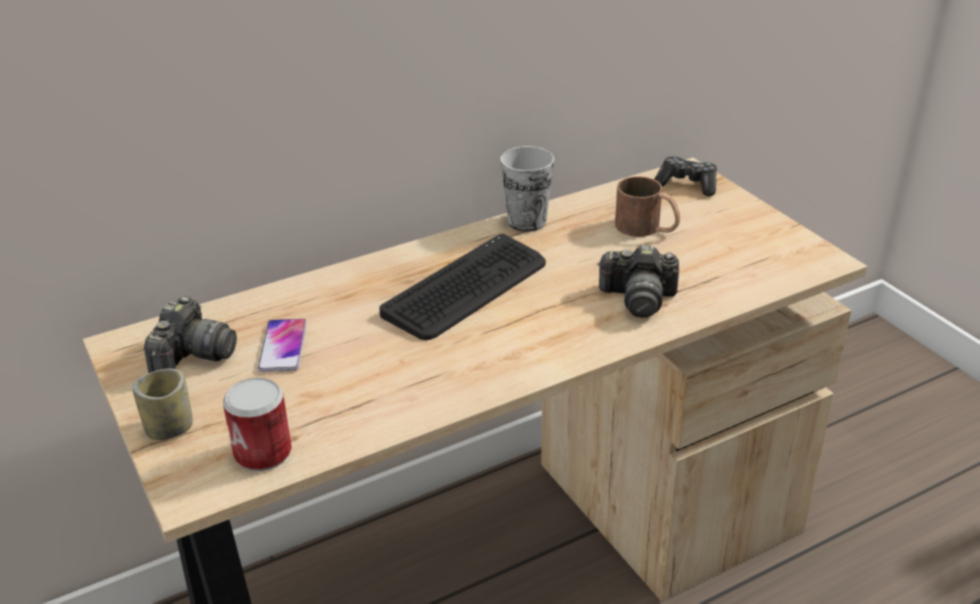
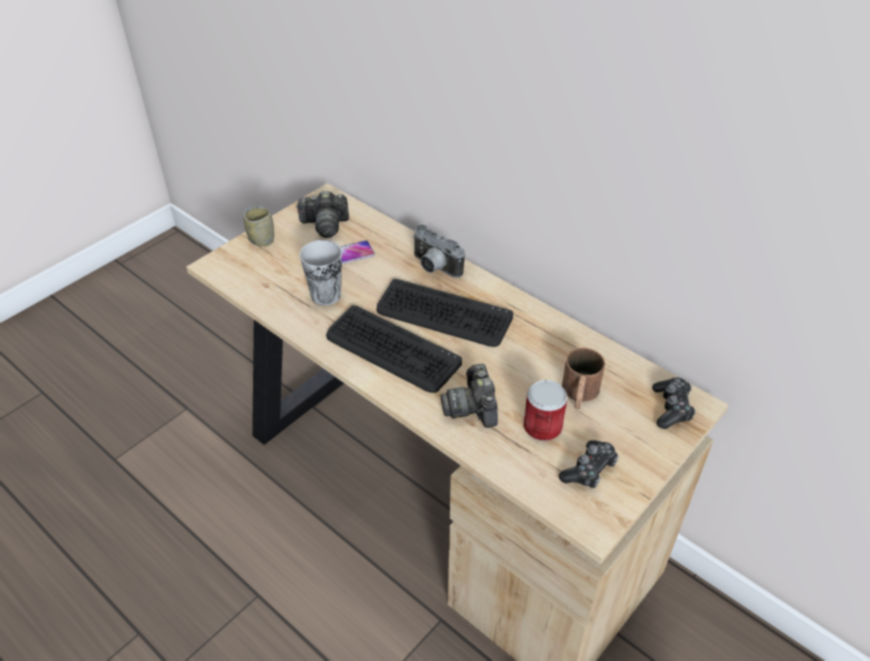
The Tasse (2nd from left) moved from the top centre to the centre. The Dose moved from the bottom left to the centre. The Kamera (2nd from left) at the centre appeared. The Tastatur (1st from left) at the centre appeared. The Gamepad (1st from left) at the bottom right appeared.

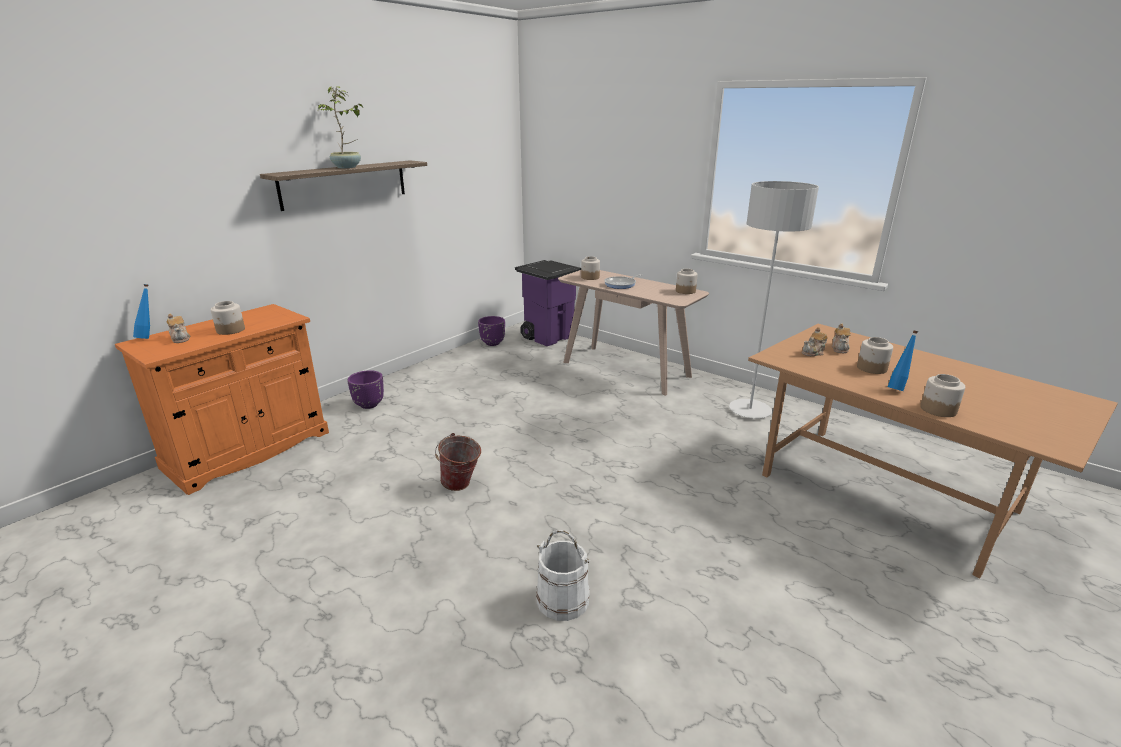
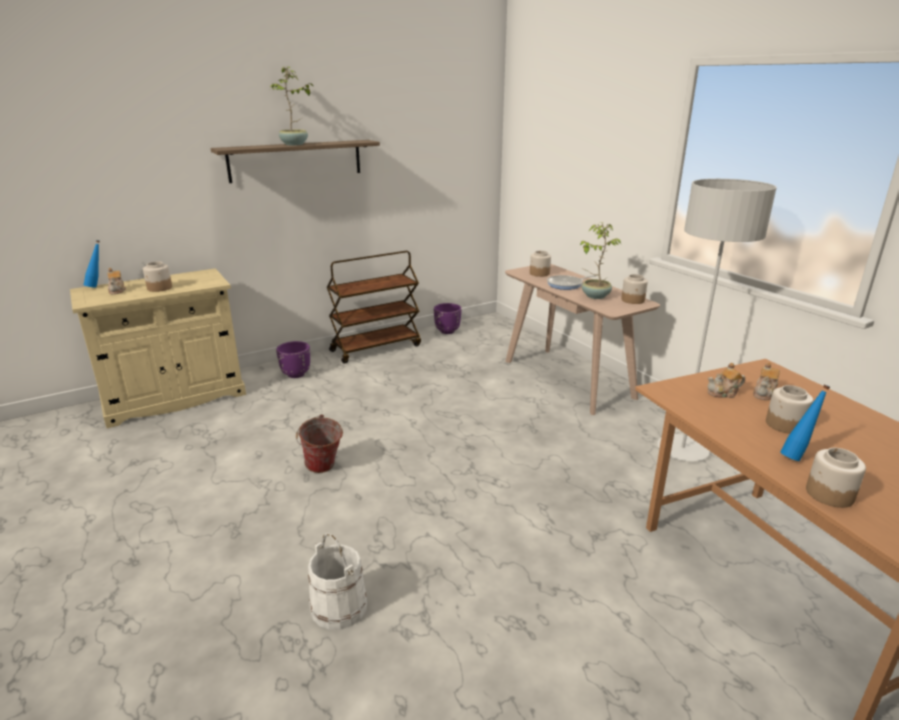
The Mülleimer [lila] at the centre disappeared. The Schrank [orange] at the middle left became the Schrank [beige] at the middle left. The Topfpflanze (2nd from left) at the middle right appeared. The Rollwagen [braun] at the centre appeared.

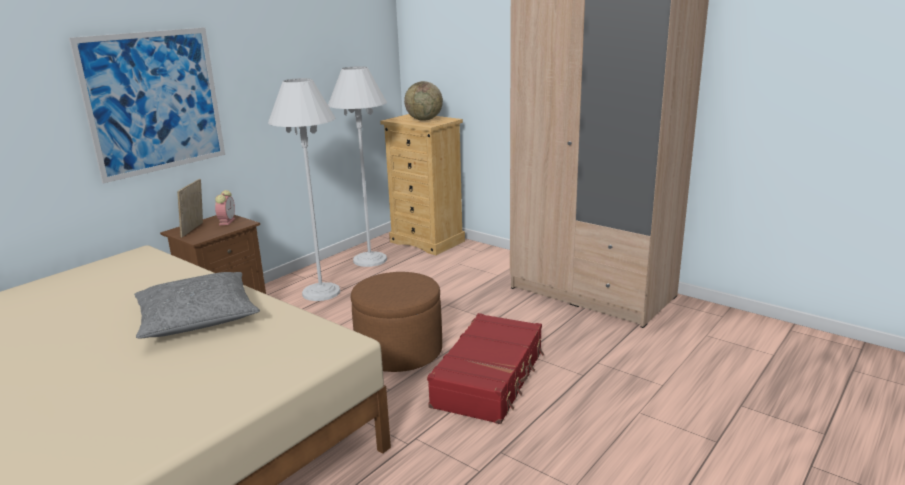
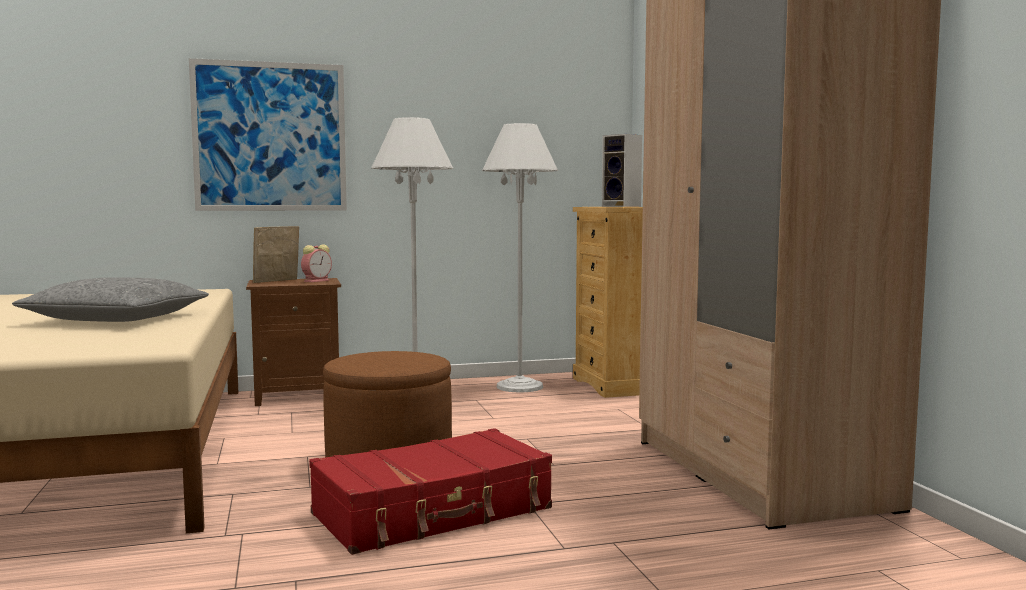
The Globus at the top centre was replaced by the Lautsprecher at the top centre.

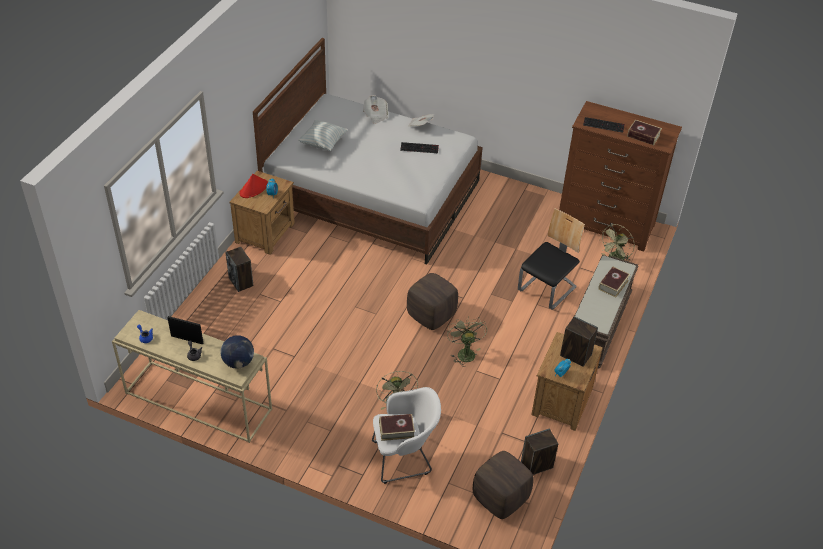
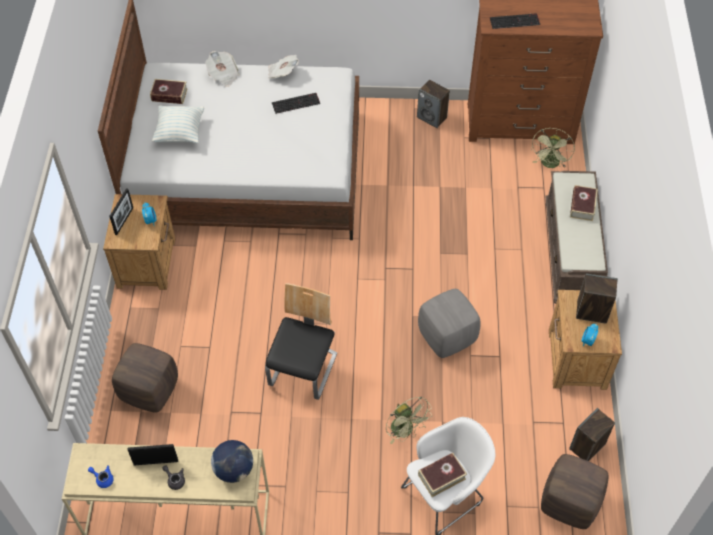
The Buch (3rd from left in the first image) moved from the top right to the top left. The Hut [rot] at the middle left was replaced by the Bilderrahmen (1st from left) at the middle left. The Stuhl moved from the middle right to the centre. The Lautsprecher (1st from left) moved from the middle left to the top centre. The Polsterhocker [braun] (1st from left) moved from the centre to the bottom left. The Ventilator [grün] (2nd from left) at the centre was replaced by the Polsterhocker [grau] at the centre.

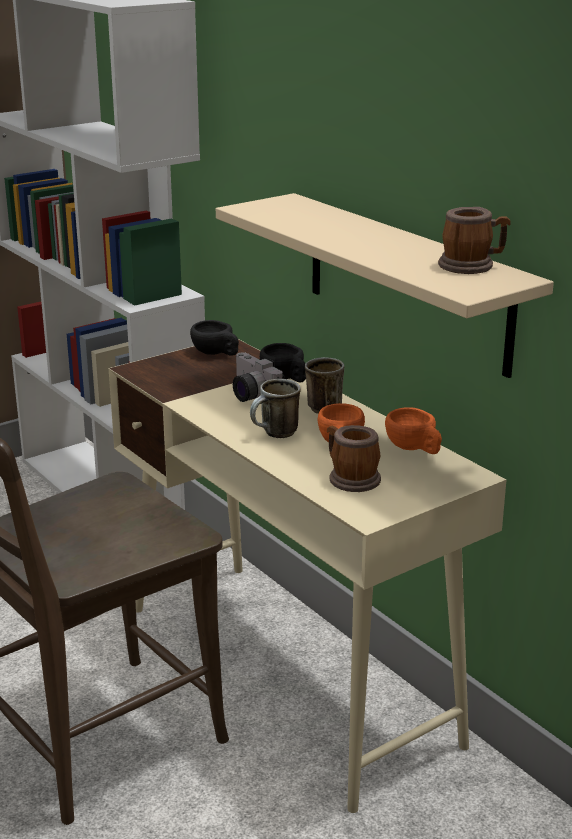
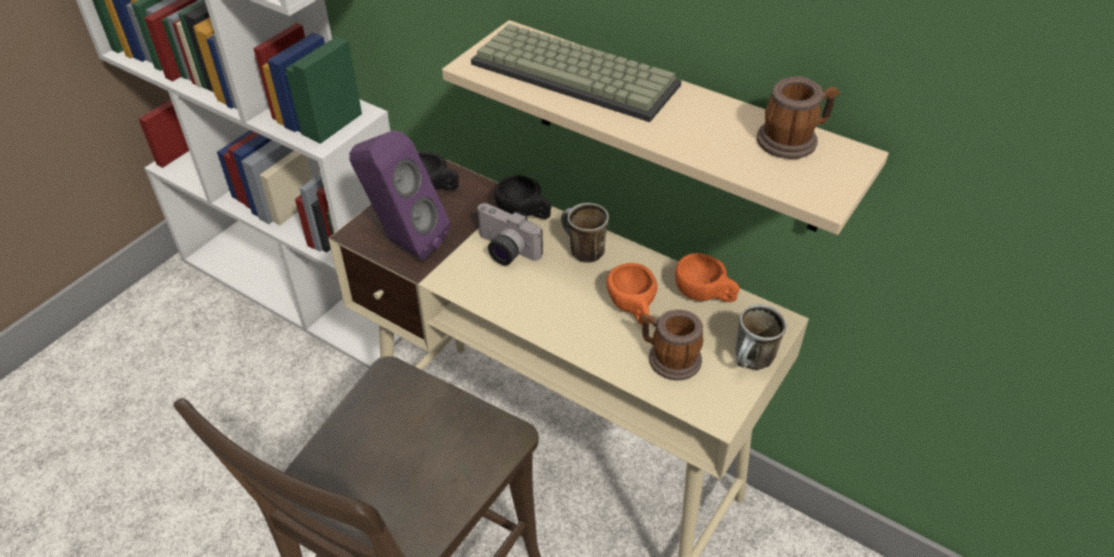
The Henkelbecher (1st from left in the first image) moved from the centre to the middle right. The Tastatur at the top centre appeared. The Lautsprecher [lila] at the centre appeared.

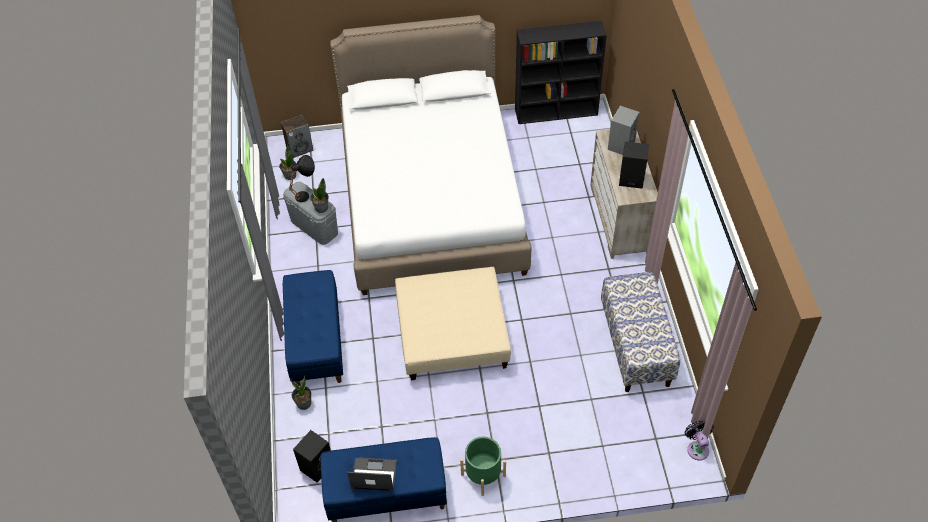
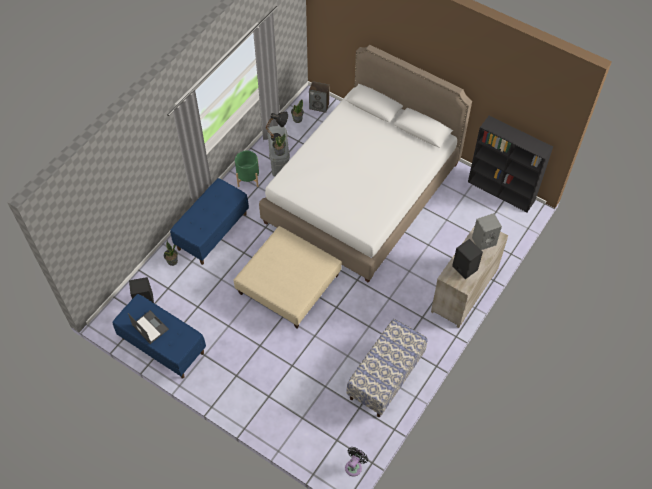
The Pflanzkübel [grün] moved from the bottom centre to the centre.

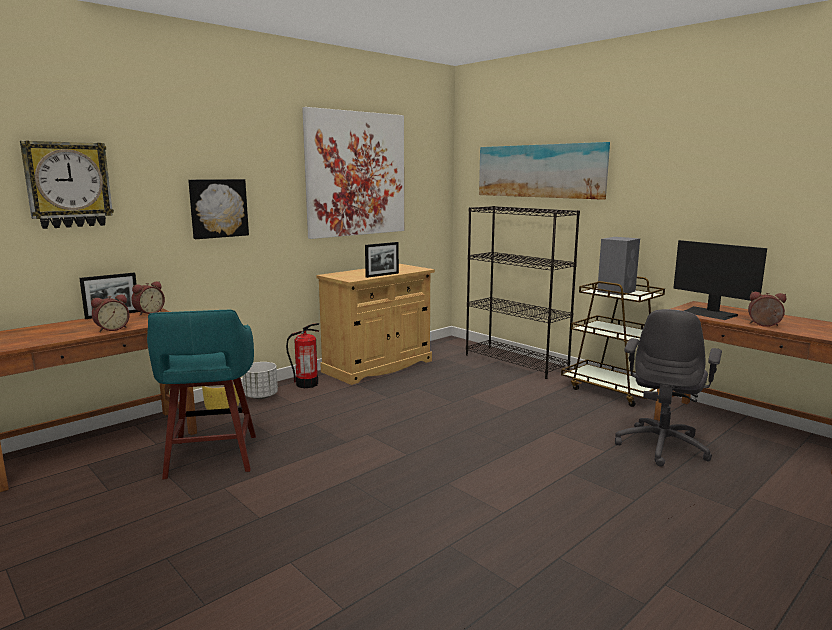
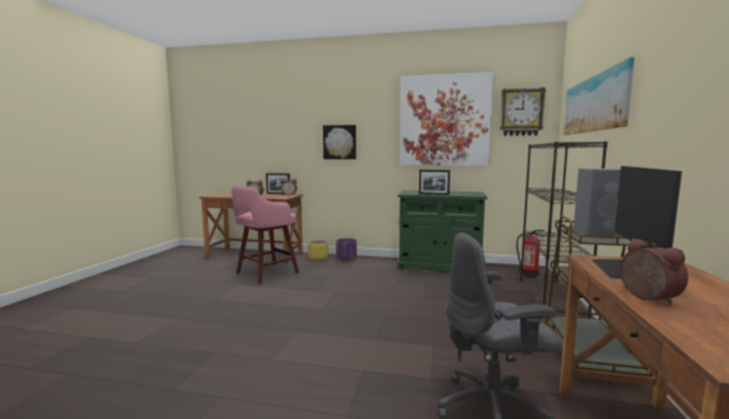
The Wanduhr moved from the top left to the top right. The Schrank [beige] at the centre became the Schrank [grün] at the centre. The Hocker [türkis] at the middle left became the Hocker [rosa] at the centre. The Feuerlöscher moved from the centre to the middle right. The Pflanzkübel [weiß] at the middle left became the Pflanzkübel [lila] at the centre.

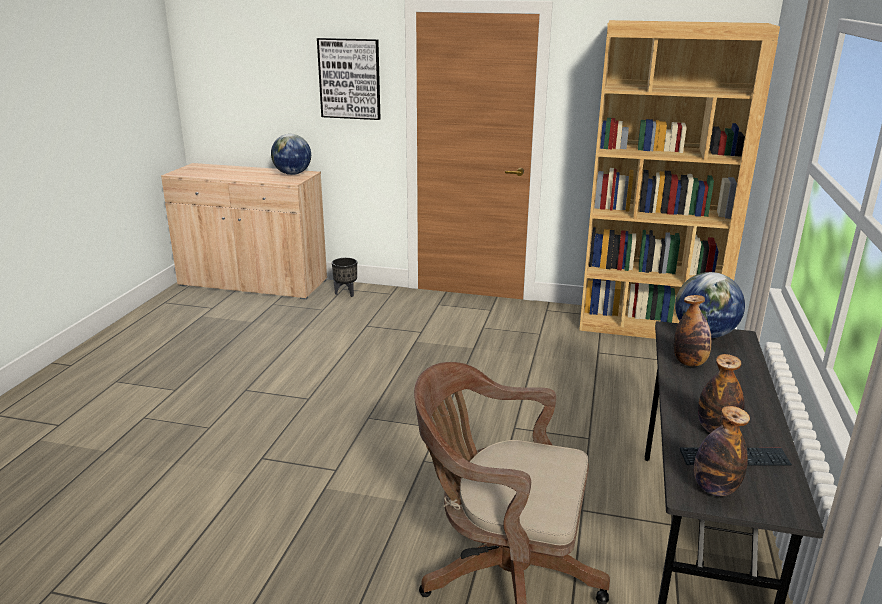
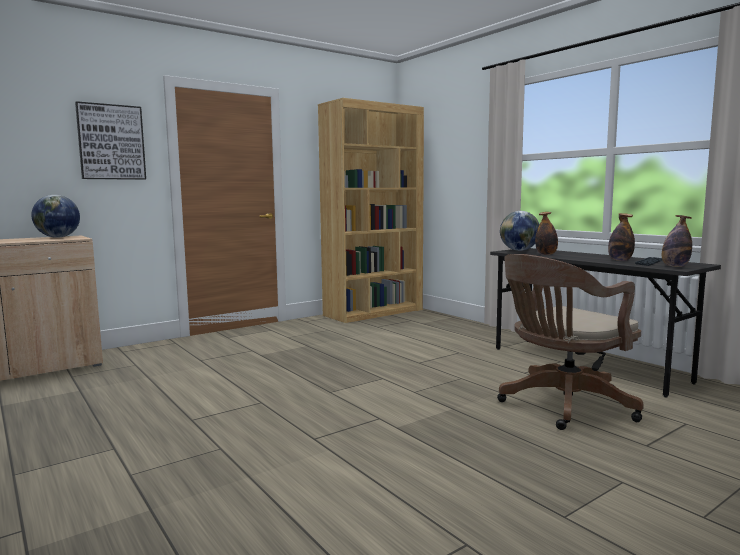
The Pflanzkübel [schwarz] at the centre disappeared.

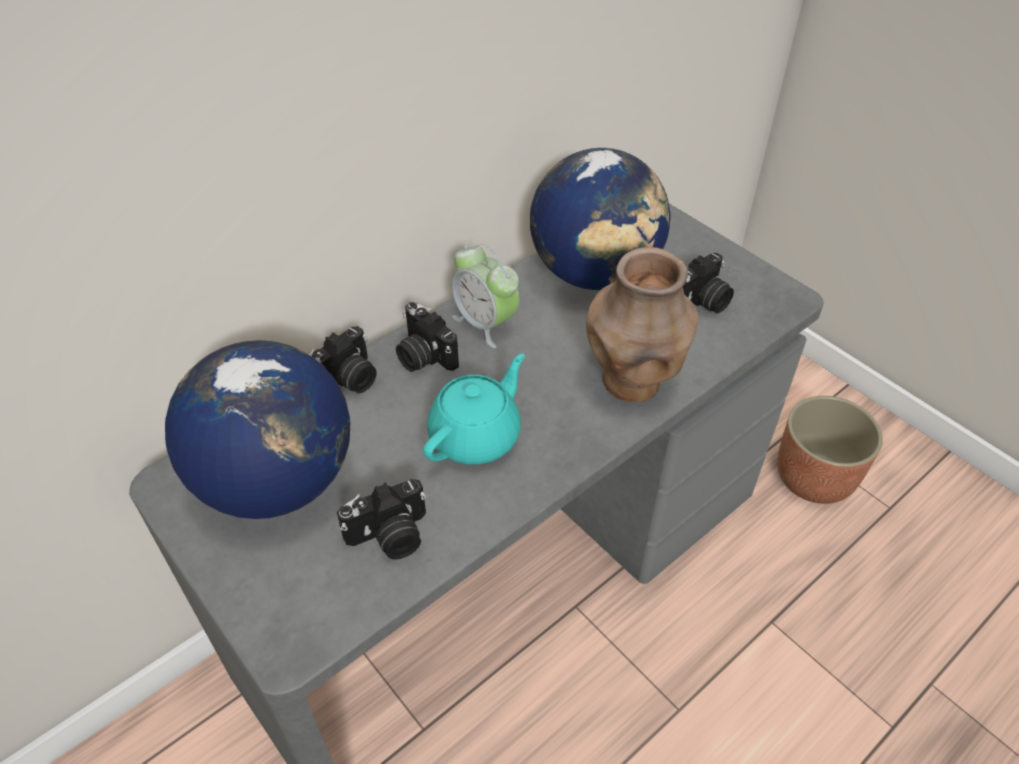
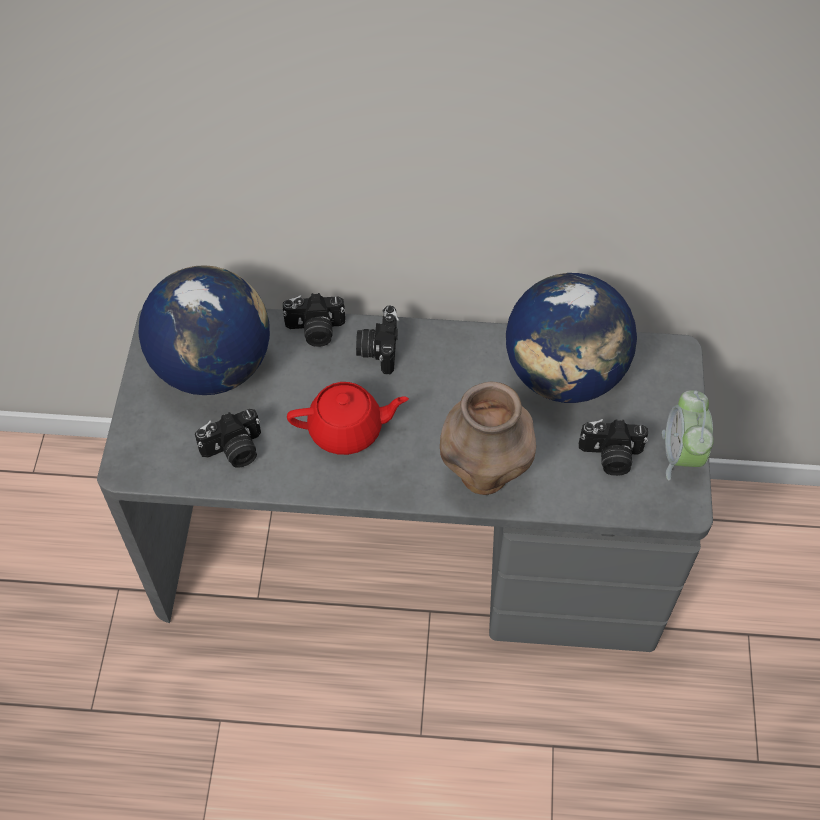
The Wecker moved from the centre to the middle right. The Teekanne [türkis] at the centre became the Teekanne [rot] at the centre. The Pflanzkübel at the middle right disappeared. The Kamera (2nd from left in the first image) at the bottom centre turned 45 degrees counterclockwise.

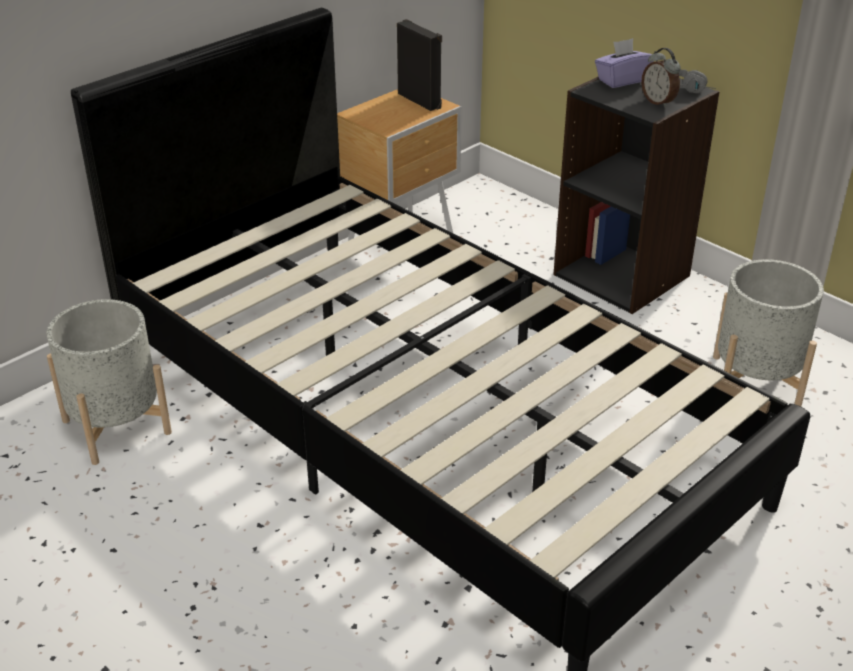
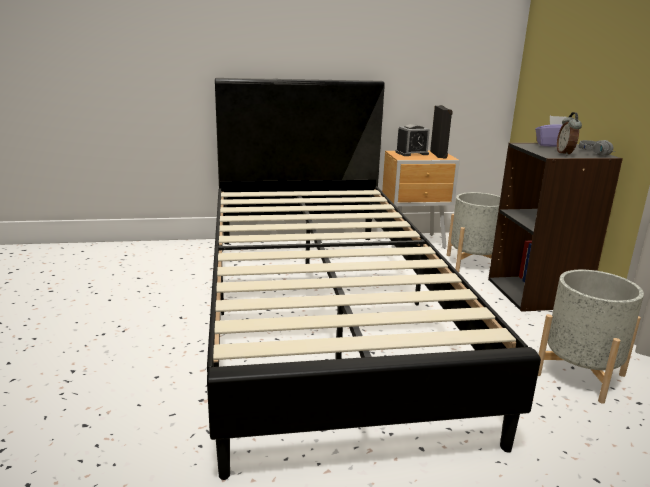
The Pflanzkübel [grau] (1st from left) moved from the middle left to the middle right. The Wecker (1st from left) at the top centre appeared.

